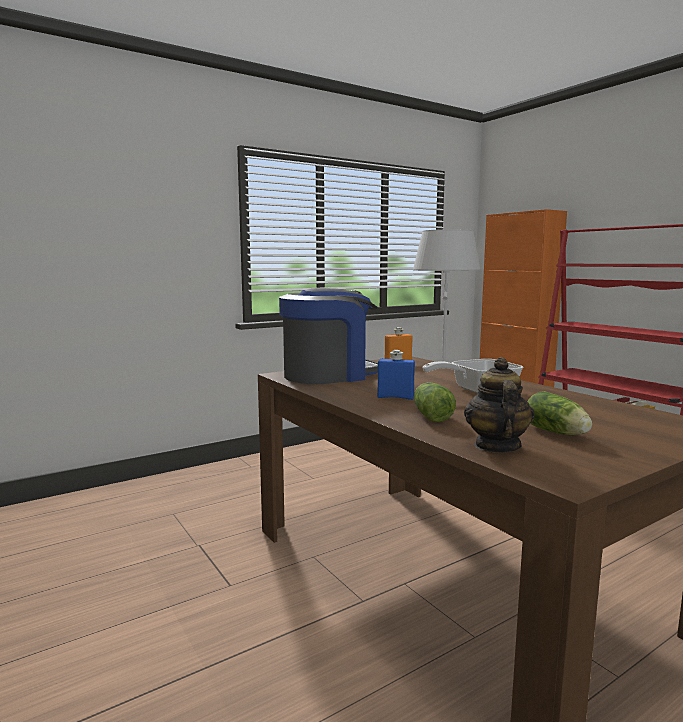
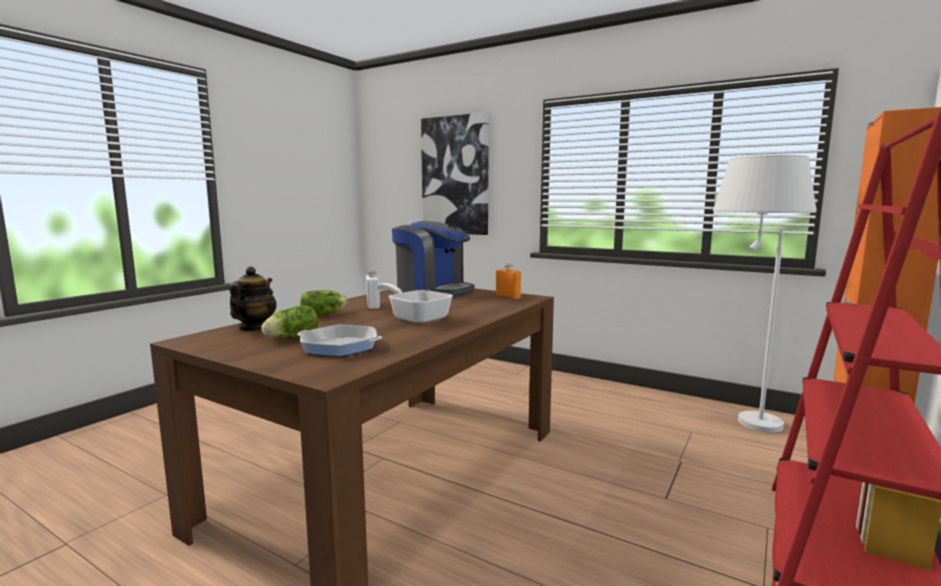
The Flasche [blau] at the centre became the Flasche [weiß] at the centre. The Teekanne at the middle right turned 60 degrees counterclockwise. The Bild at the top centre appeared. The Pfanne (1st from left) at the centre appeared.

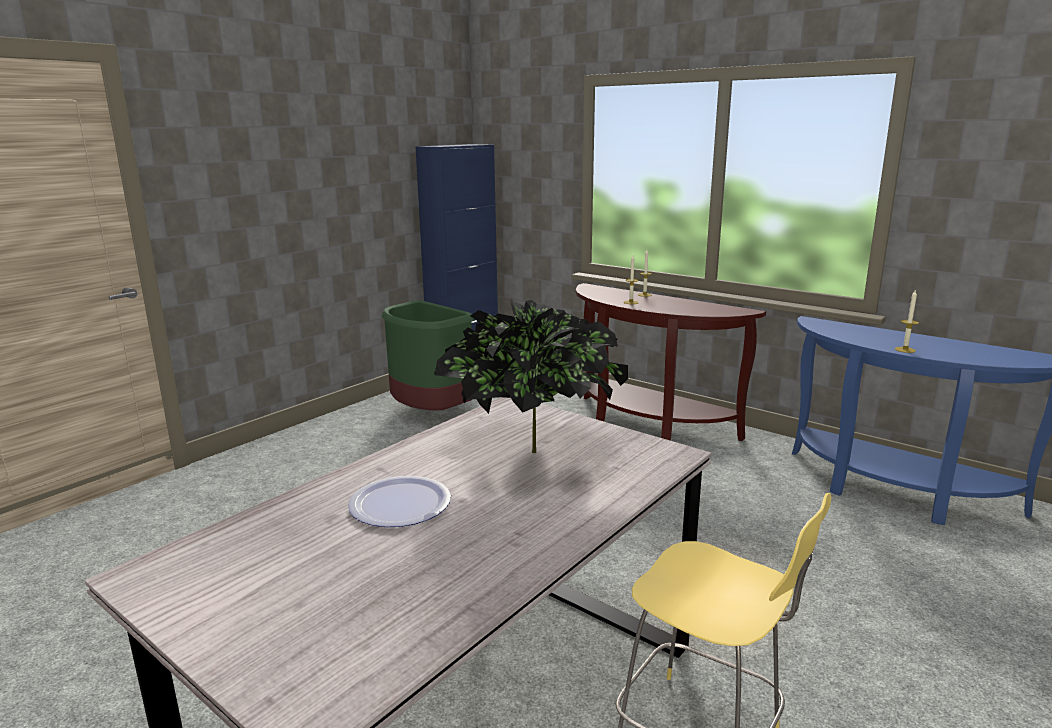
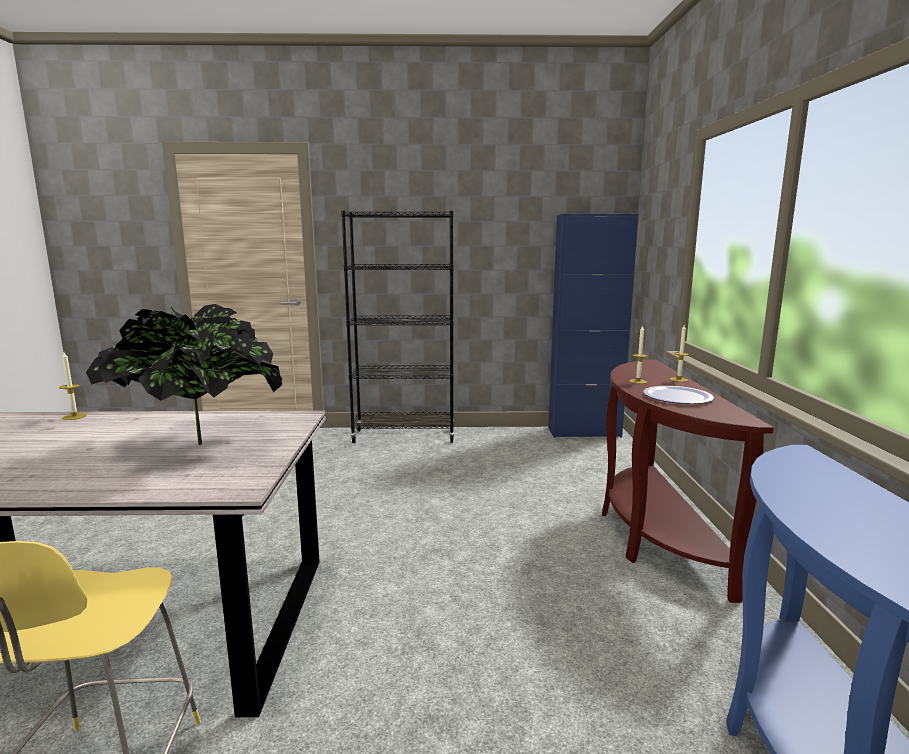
The Kerze (3rd from left in the first image) moved from the middle right to the middle left. The Mülleimer [grün] at the centre disappeared. The Teller moved from the bottom centre to the middle right. The Bücherregal [schwarz] at the centre appeared.

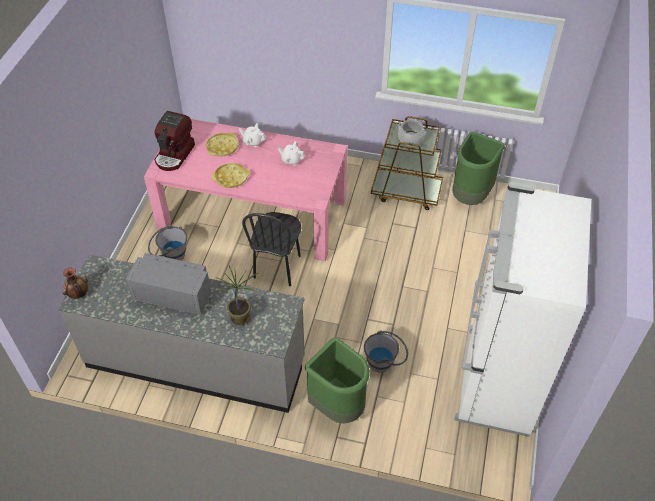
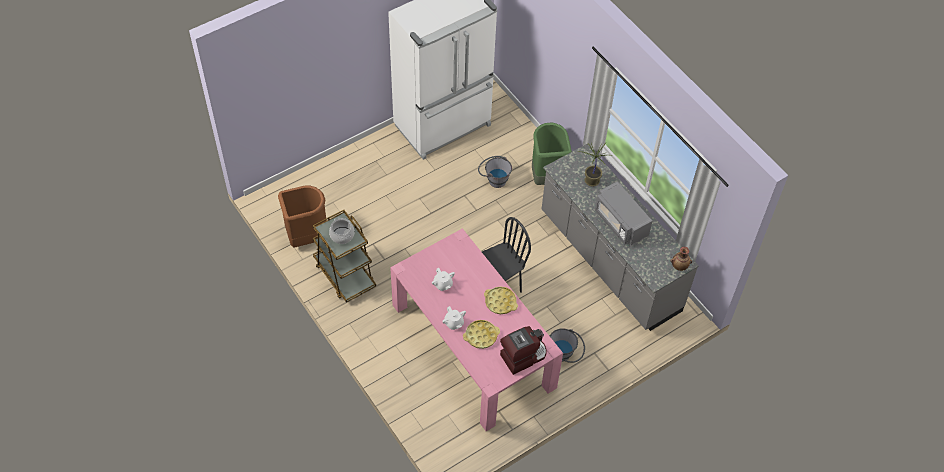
The Mülleimer [grün] (2nd from left) at the middle right became the Mülleimer [braun] at the middle left.

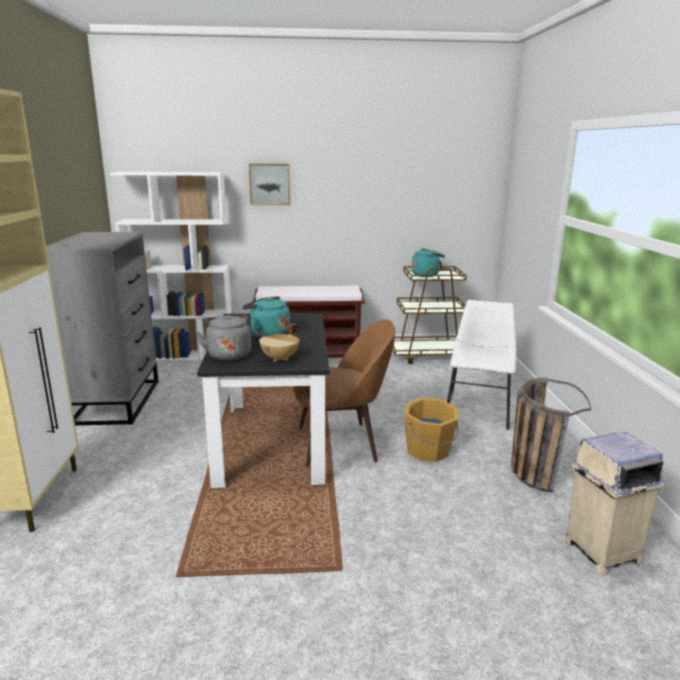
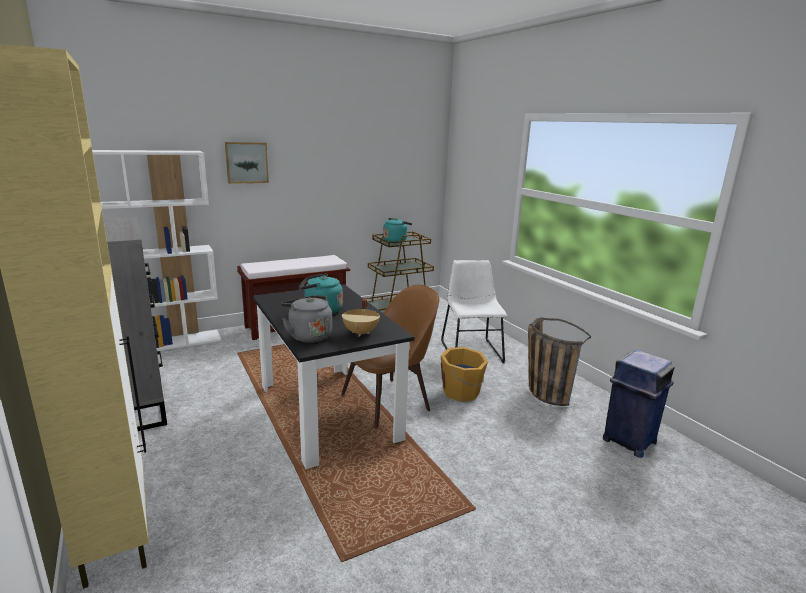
The Mülleimer [beige] at the bottom right became the Mülleimer [blau] at the bottom right.

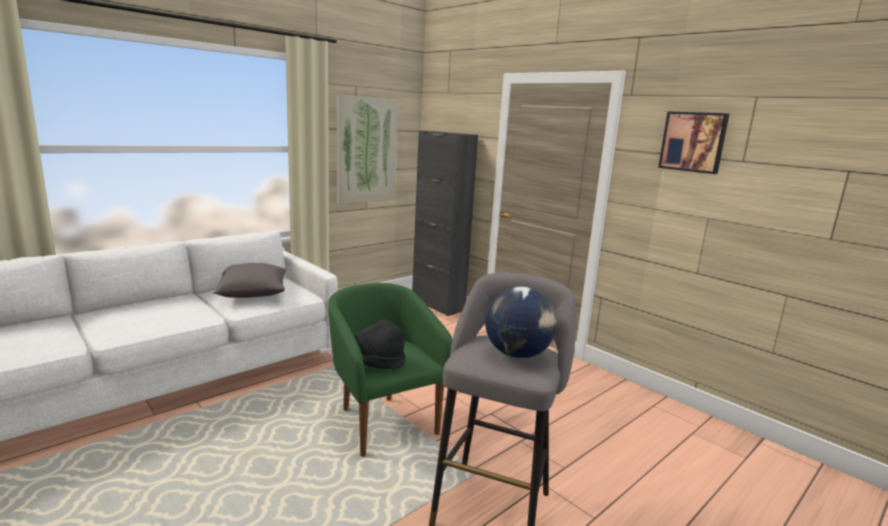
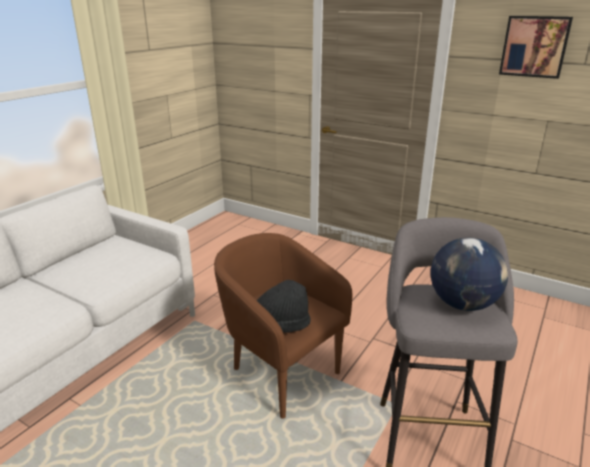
The Bild (1st from left) at the top centre disappeared. The Schrank [schwarz] at the centre disappeared. The Kissen [grau] at the middle left disappeared. The Sessel [grün] at the bottom centre became the Sessel [braun] at the bottom centre.

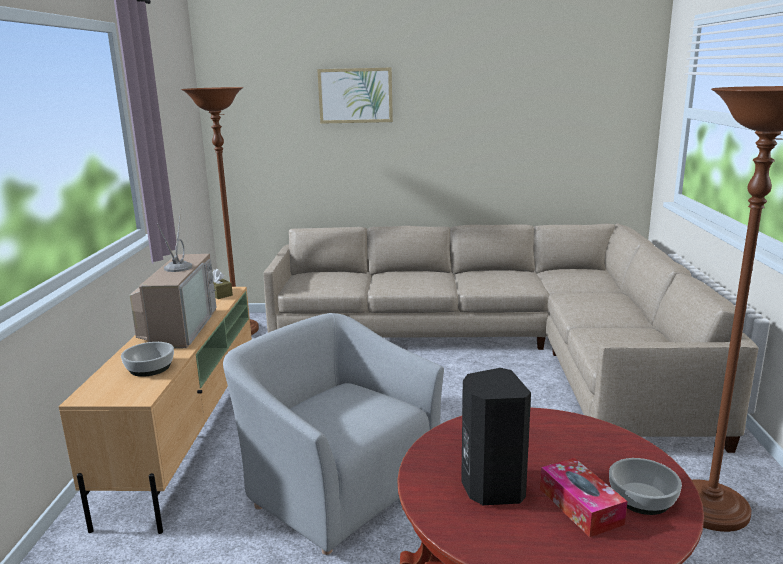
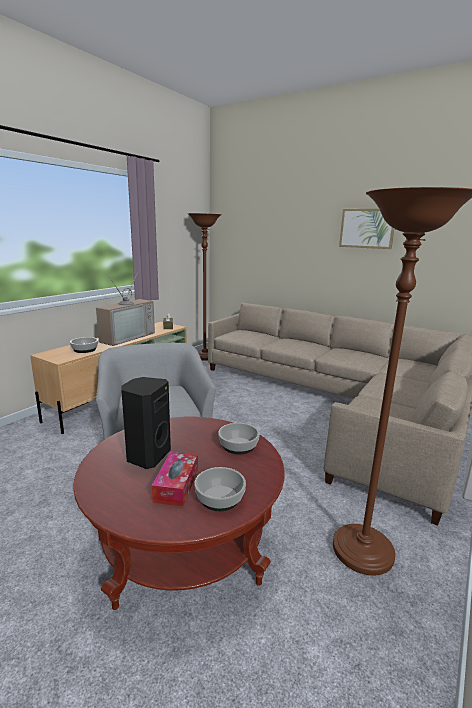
The Bild moved from the top centre to the top right. The Schüssel (3rd from left) at the centre appeared.

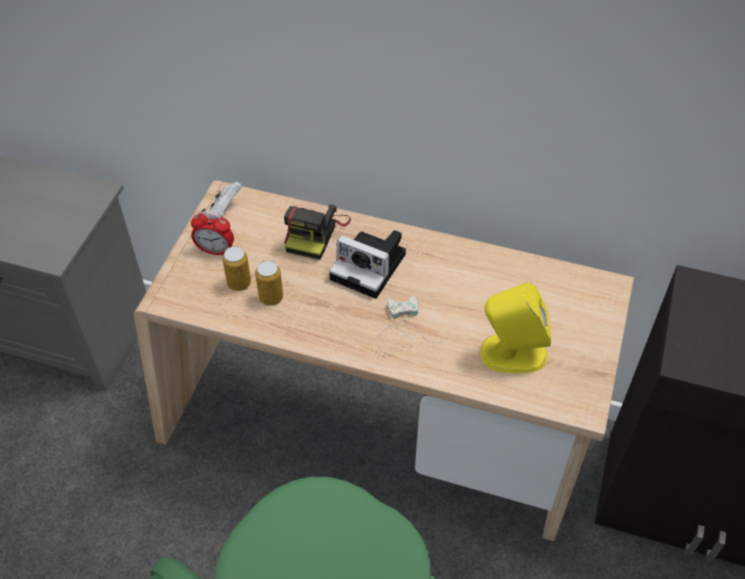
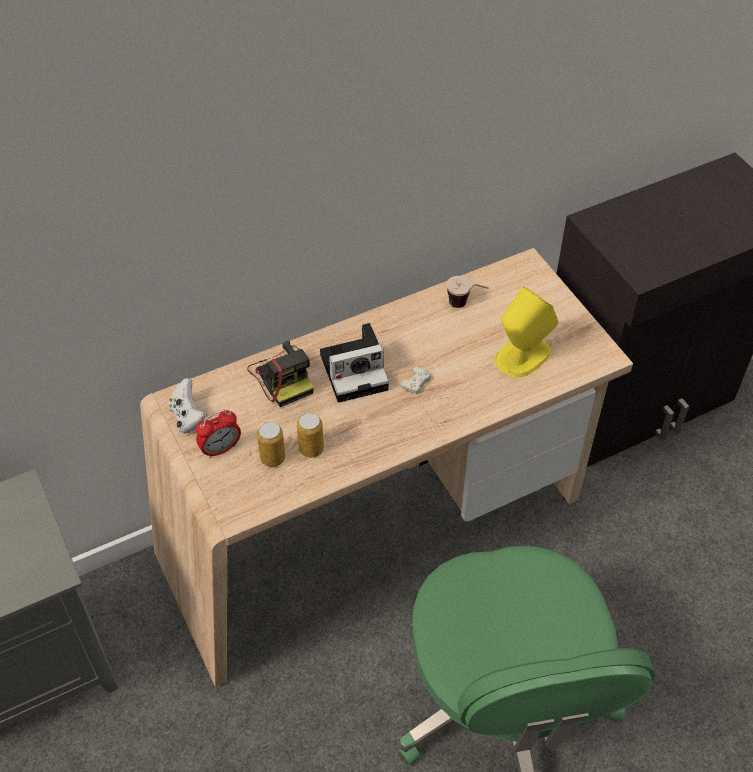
The Tasse at the centre appeared.

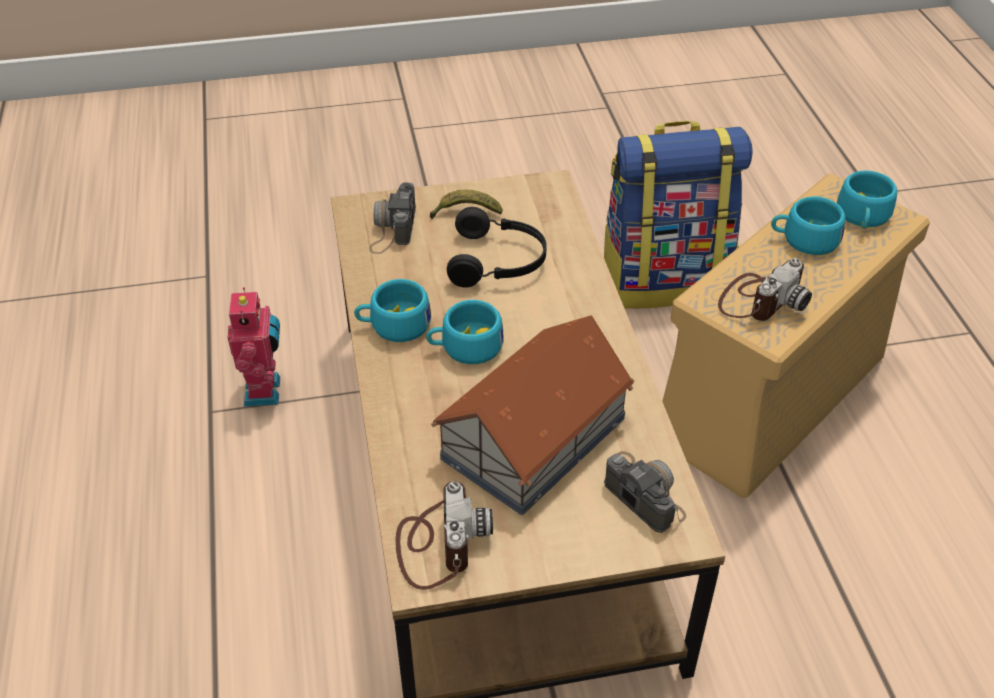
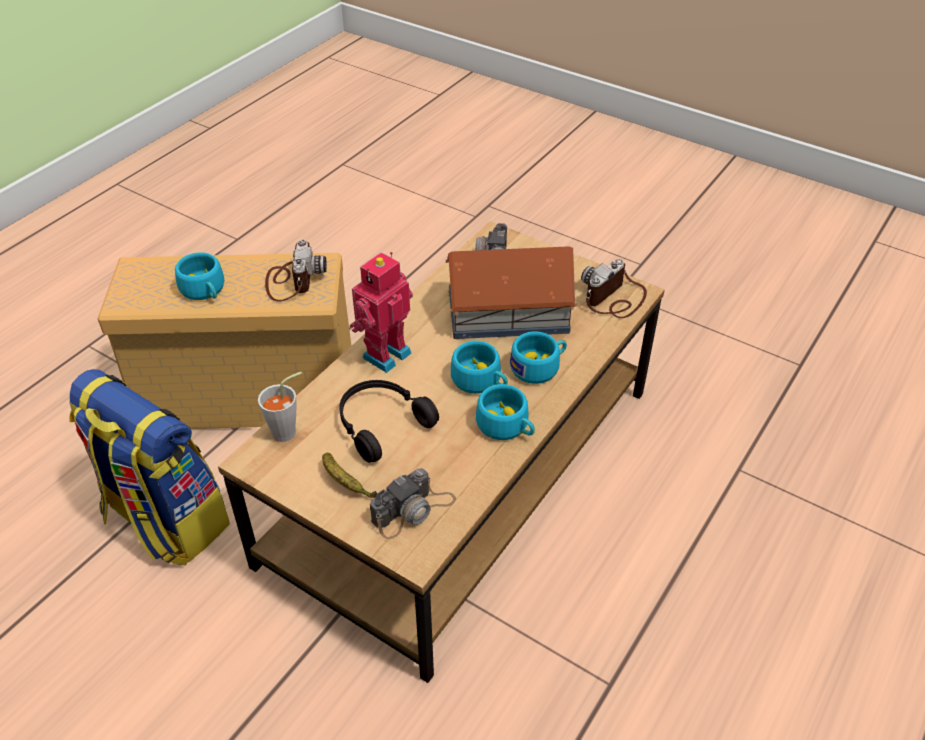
The Tasse [türkis] (4th from left) moved from the top right to the centre. The Kamera (4th from left in the first image) at the middle right turned 90 degrees clockwise. The Spielzeugroboter moved from the middle left to the centre. The Tasse [grau] at the middle left appeared.

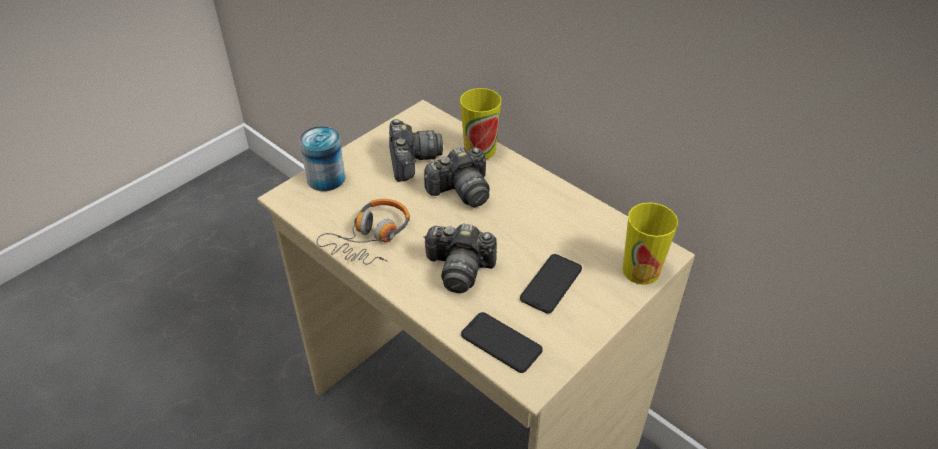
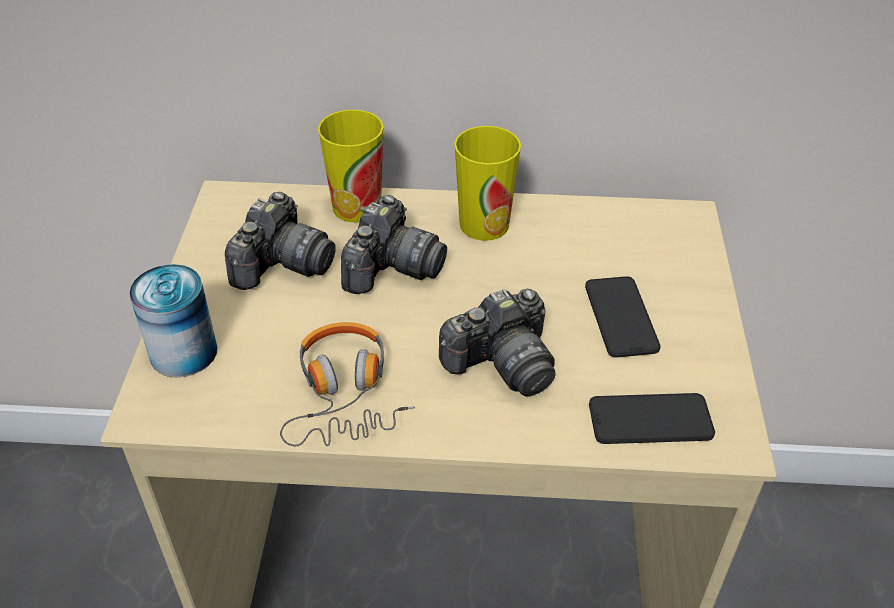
The Kamera (1st from left) at the centre turned 75 degrees clockwise. The Tasse (2nd from left) moved from the middle right to the top centre.

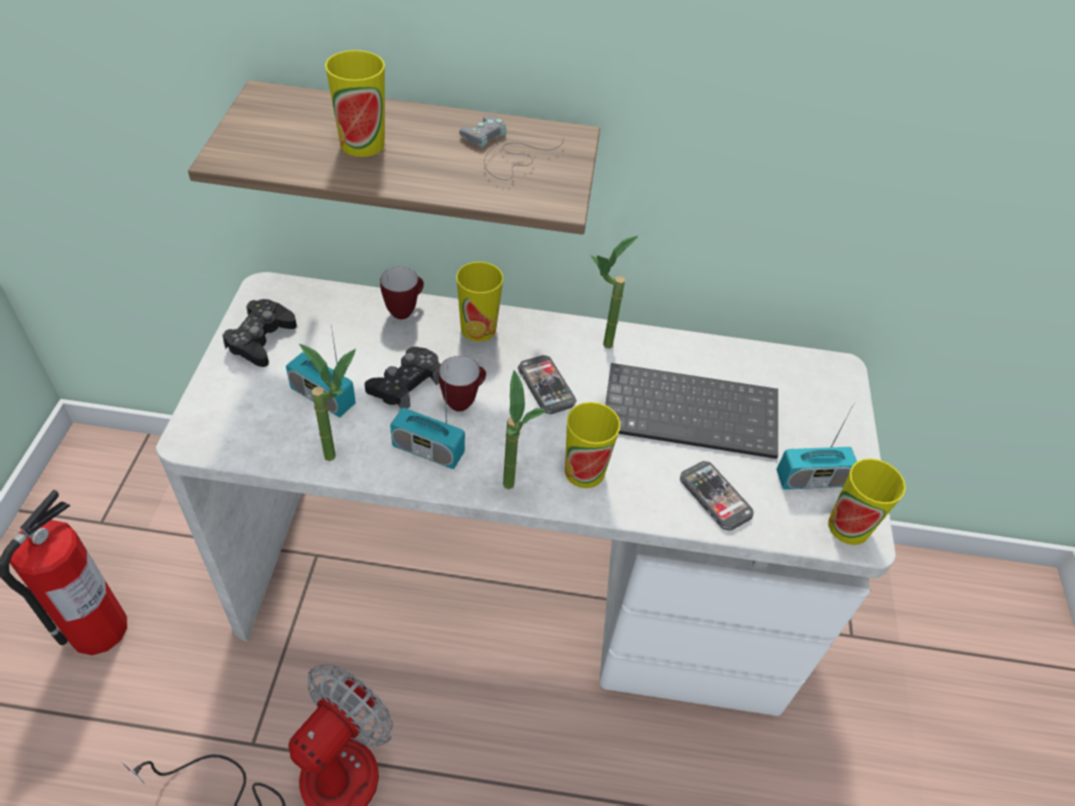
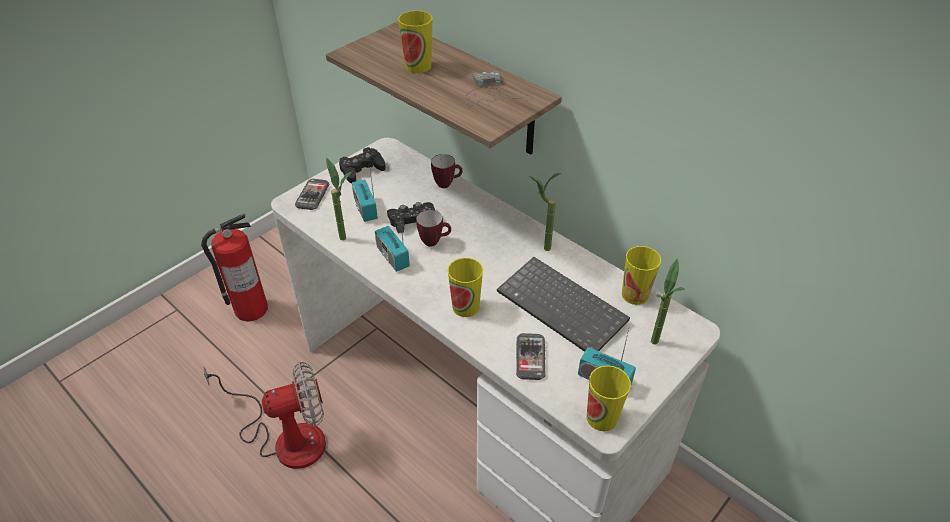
The Tasse (2nd from left in the first image) moved from the centre to the middle right. The Handy (1st from left) moved from the centre to the middle left. The Topfpflanze (2nd from left in the first image) moved from the centre to the middle right.

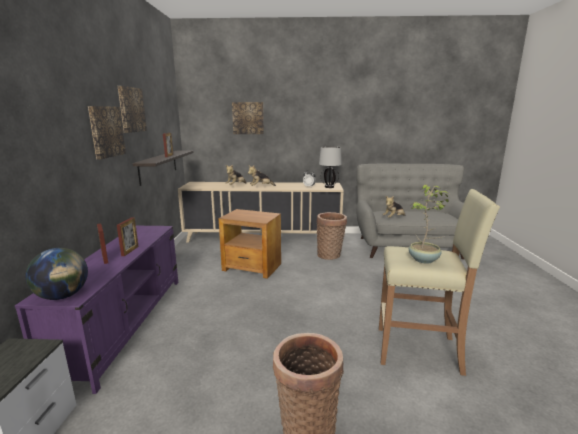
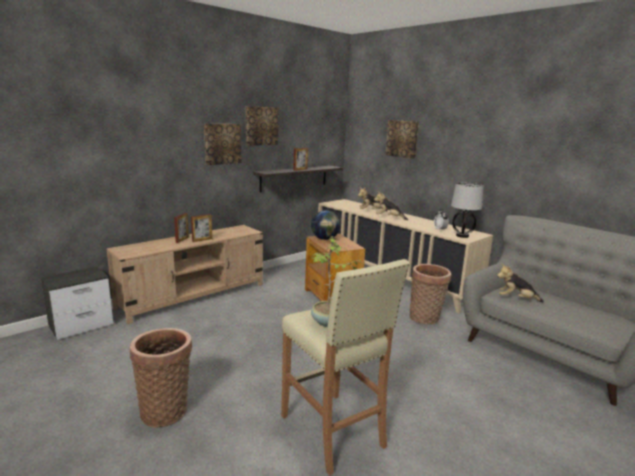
The Fernsehschrank [lila] at the bottom left became the Fernsehschrank [beige] at the middle left. The Globus moved from the middle left to the centre.

